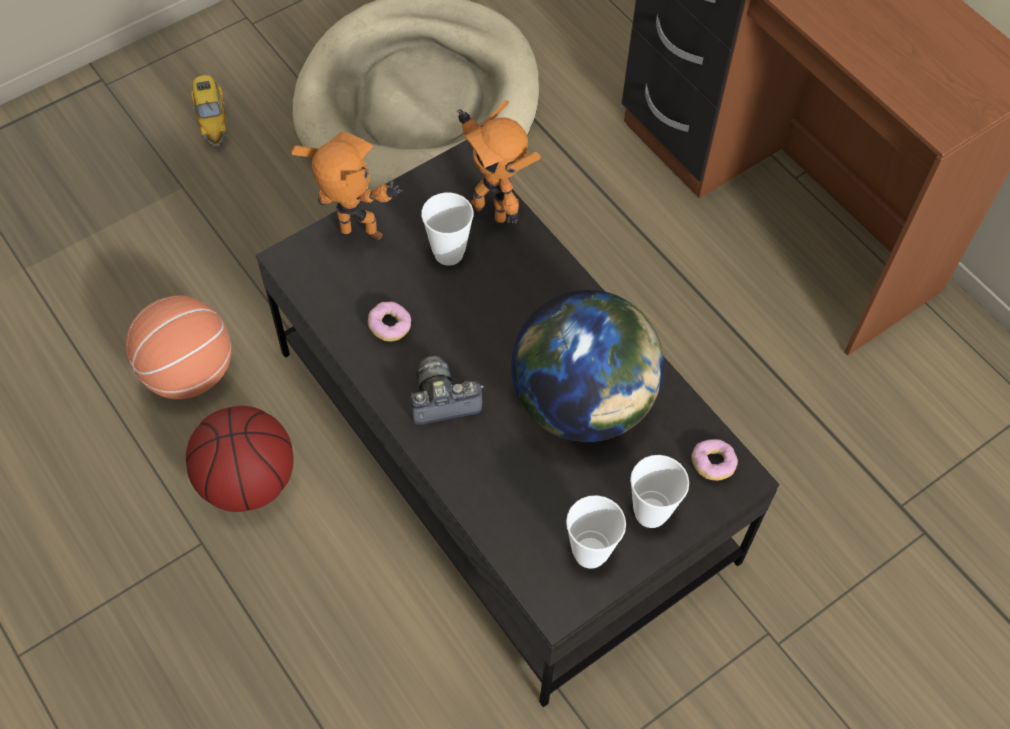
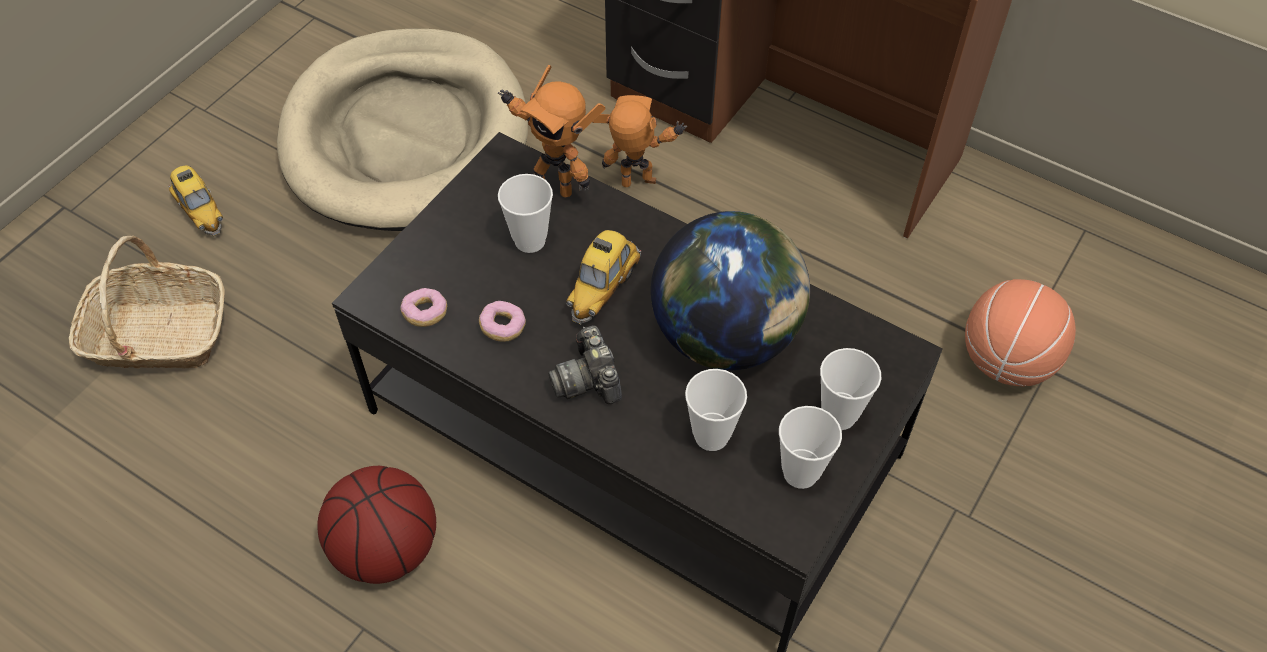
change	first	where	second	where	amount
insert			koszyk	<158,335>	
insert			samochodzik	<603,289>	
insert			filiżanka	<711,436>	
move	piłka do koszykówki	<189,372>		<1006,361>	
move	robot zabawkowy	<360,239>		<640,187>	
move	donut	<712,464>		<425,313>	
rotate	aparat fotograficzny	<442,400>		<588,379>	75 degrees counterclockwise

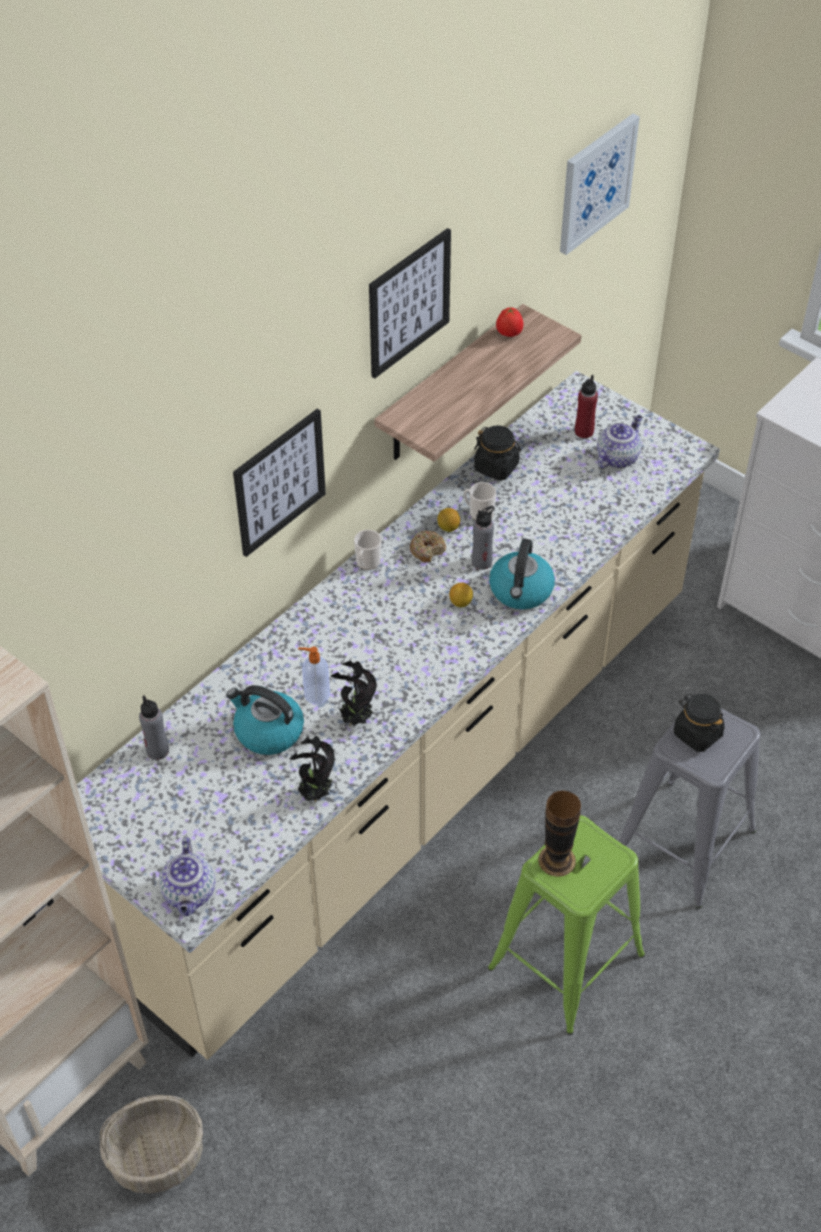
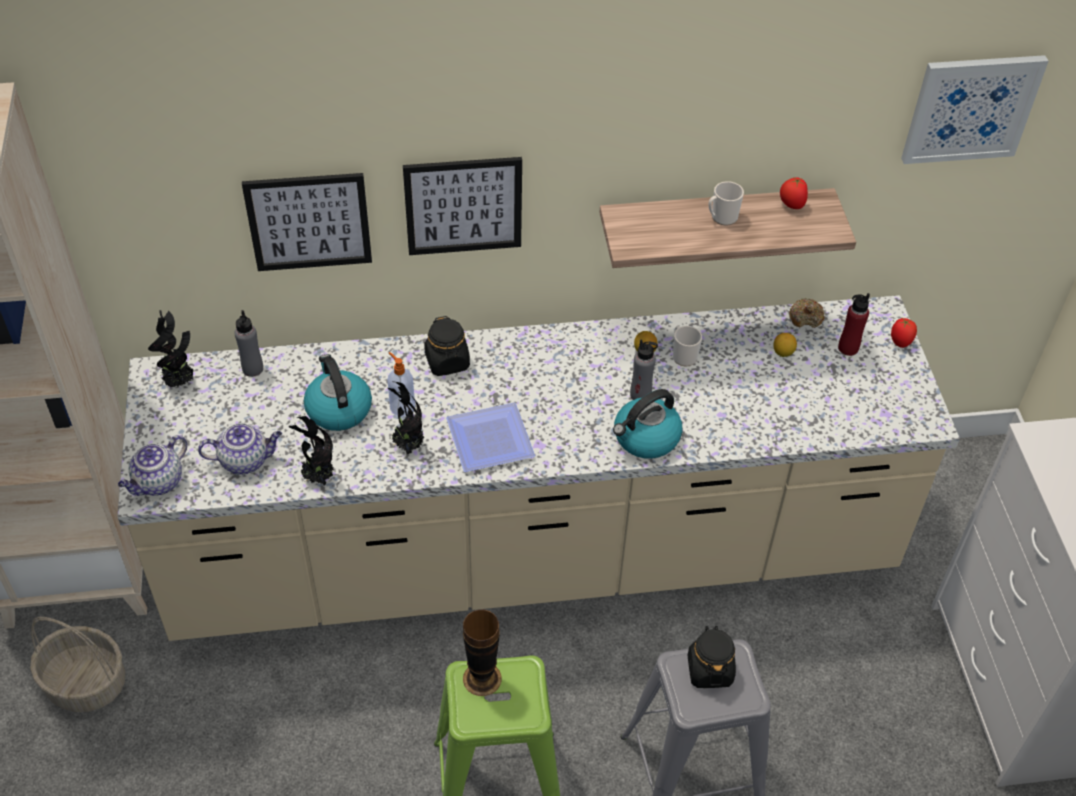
change	first	where	second	where	amount
insert			roślina doniczkowa	<180,382>	
insert			talerz	<488,442>	
insert			pomidor	<900,342>	
move	kubek	<367,563>		<721,217>	
move	obraz	<409,303>		<309,221>	
move	donut	<427,550>		<806,318>	
move	cytryna	<461,603>		<783,352>	
move	słoik (czarny)	<496,467>		<447,362>	
move	imbryk	<617,457>		<245,460>	

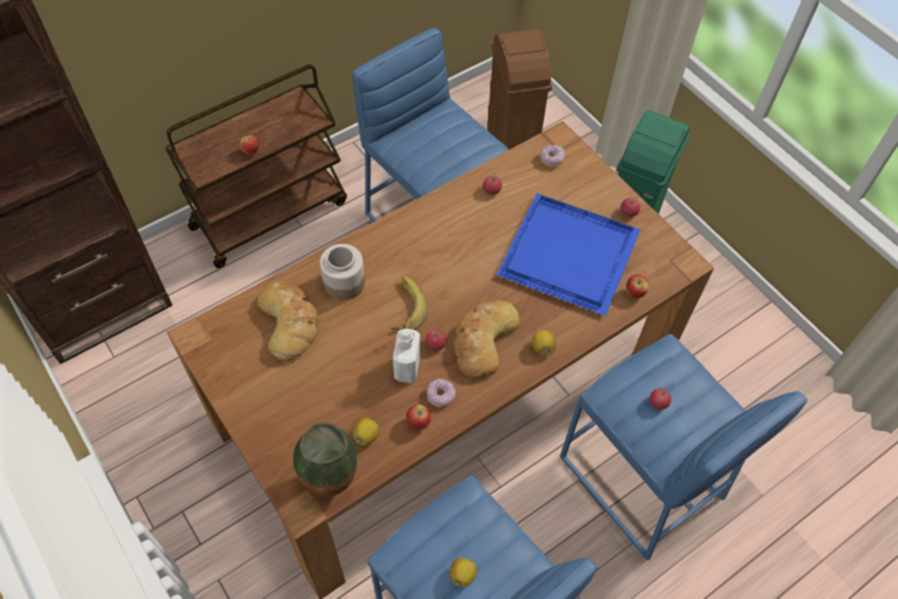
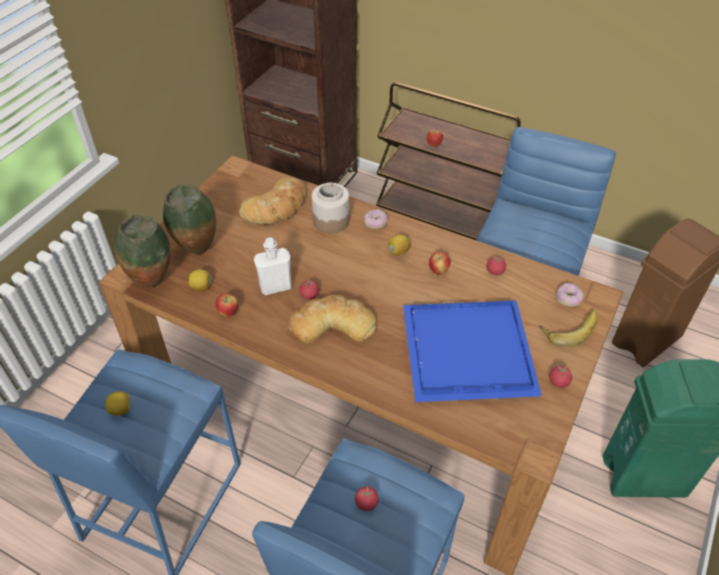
change	first	where	second	where	amount
insert			wazon	<198,252>	
move	banan	<405,307>		<569,328>	
move	donut	<441,395>		<375,223>	
move	cytryna	<542,348>		<398,251>	
move	jabłko	<634,293>		<438,271>	

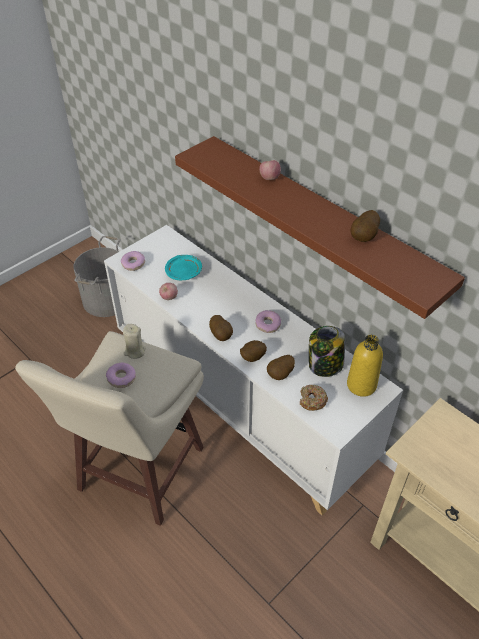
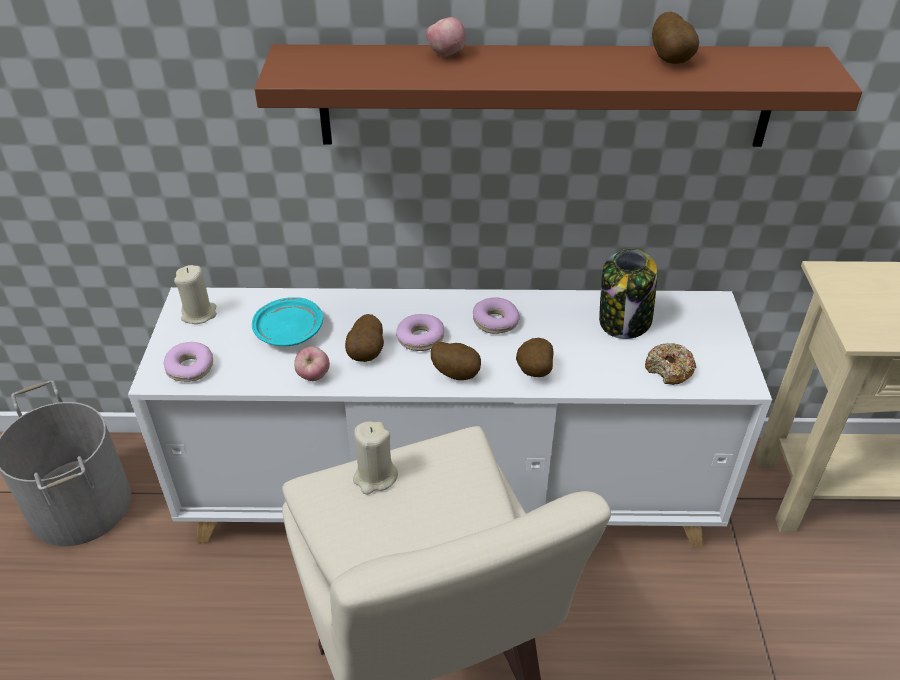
change	first	where	second	where	amount
delete	butelka (żółty)	<361,385>			
insert			świeca (beżowy)	<199,314>	
move	donut	<121,378>		<420,338>	
move	ziemniak	<280,375>		<367,354>	

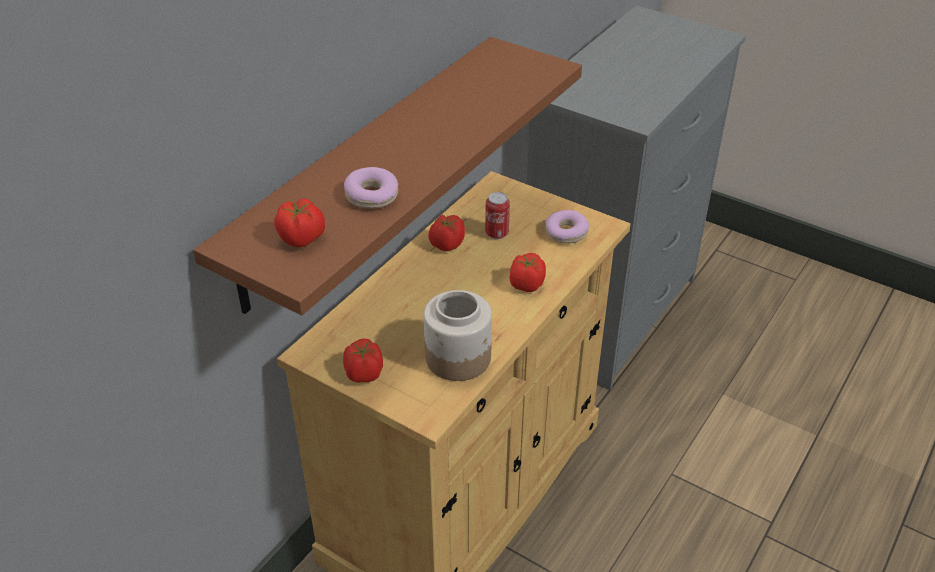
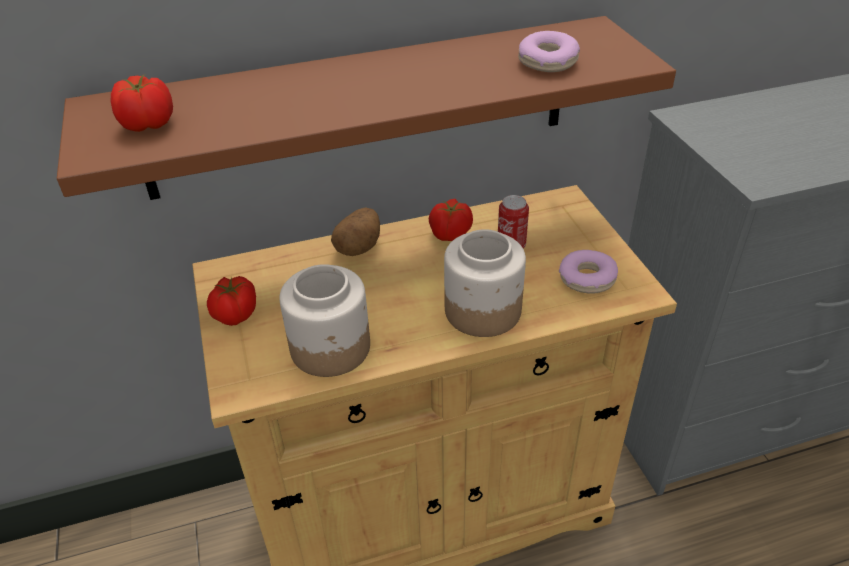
change	first	where	second	where	amount
insert			ziemniak	<358,247>	
move	donut	<371,196>		<547,62>	
replace	pomidor	<526,285>	słoik	<482,311>	

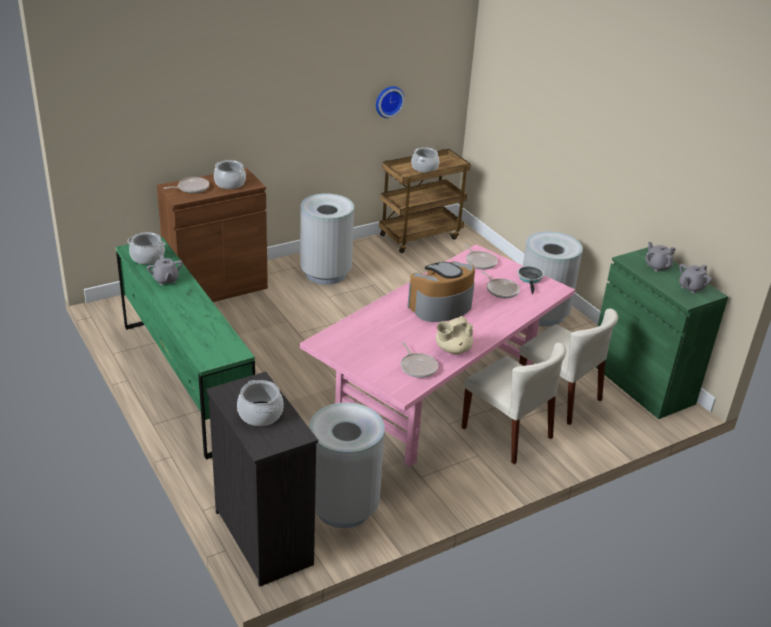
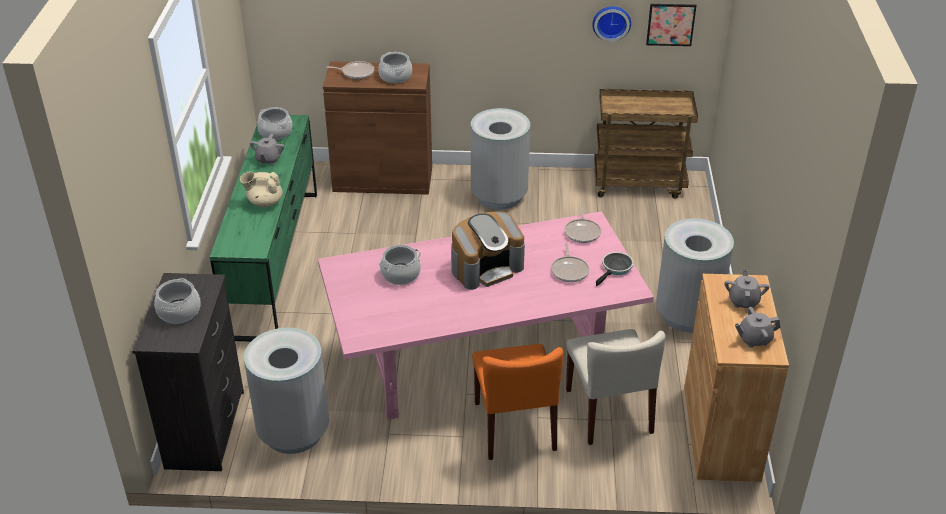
change	first	where	second	where	amount
delete	patelnia	<418,367>			
insert			obraz	<670,24>	
move	garnek	<424,168>		<400,274>	
move	imbryk (beżowy)	<452,349>		<264,202>	
recolor	krzesło (beżowy)	<507,433>	krzesło (pomarańczowy)	<515,426>	
recolor	szafka (zielony)	<641,383>	szafka (brązowy)	<721,433>	
rotate	ekspres do kawy	<440,306>		<486,267>	150 degrees clockwise

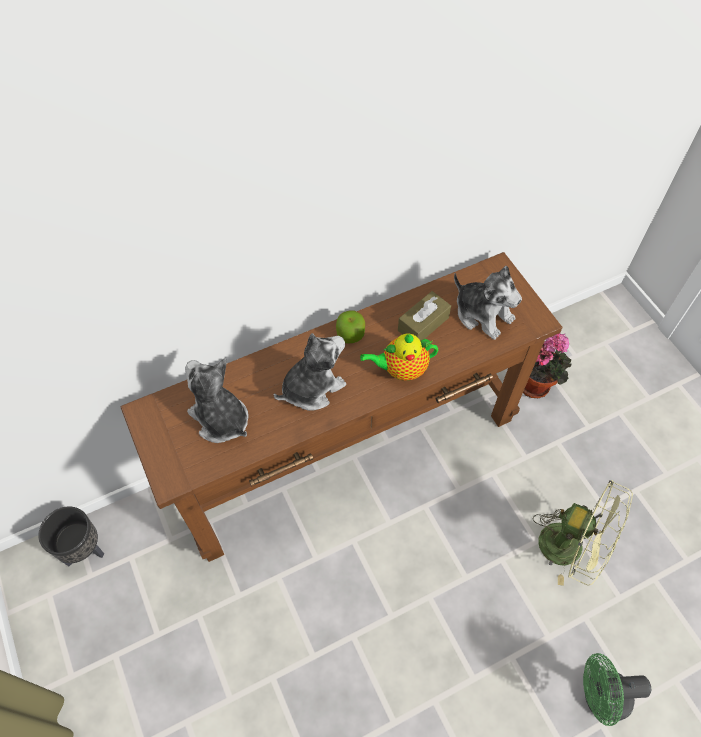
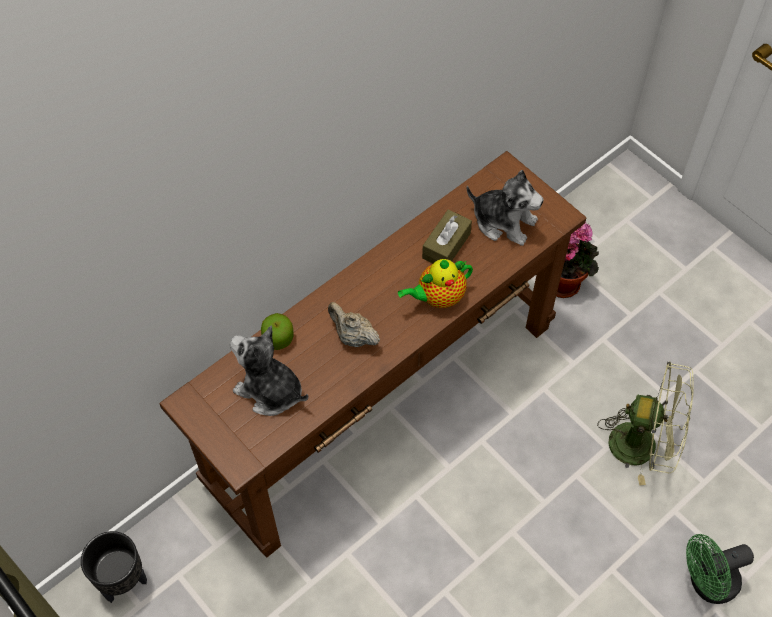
change	first	where	second	where	amount
move	jabłko	<350,334>		<278,339>	
replace	pluszak	<312,387>	imbryk (beżowy)	<353,337>	

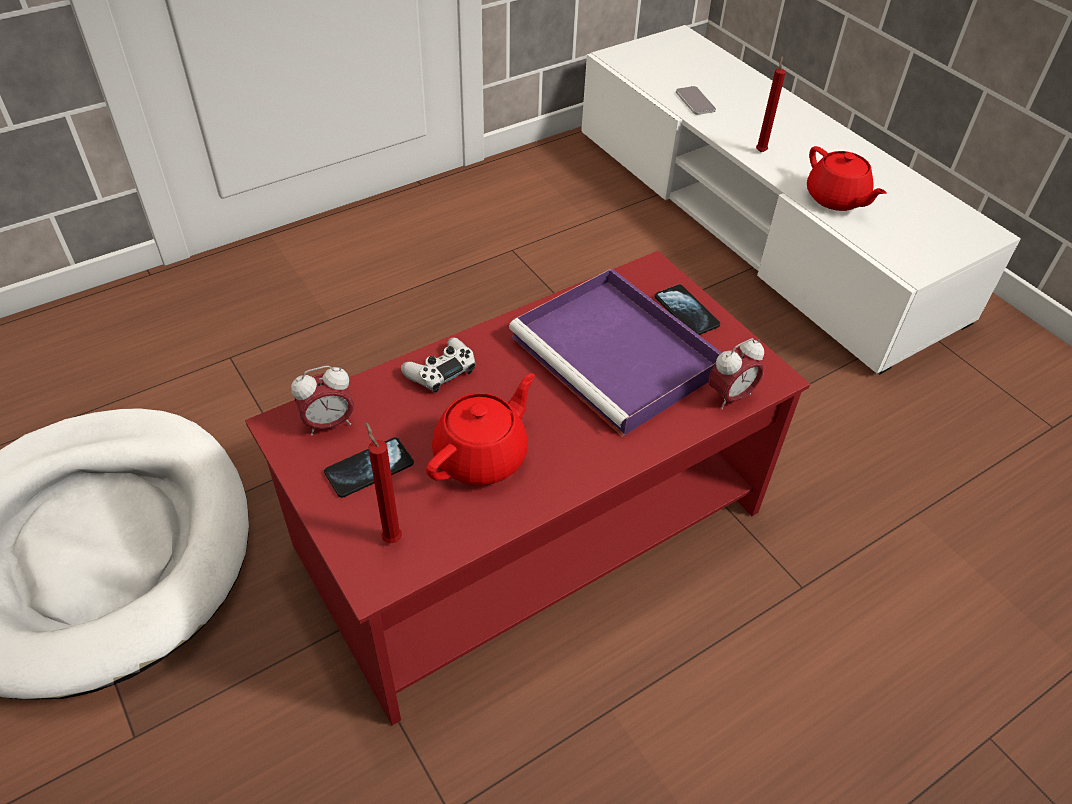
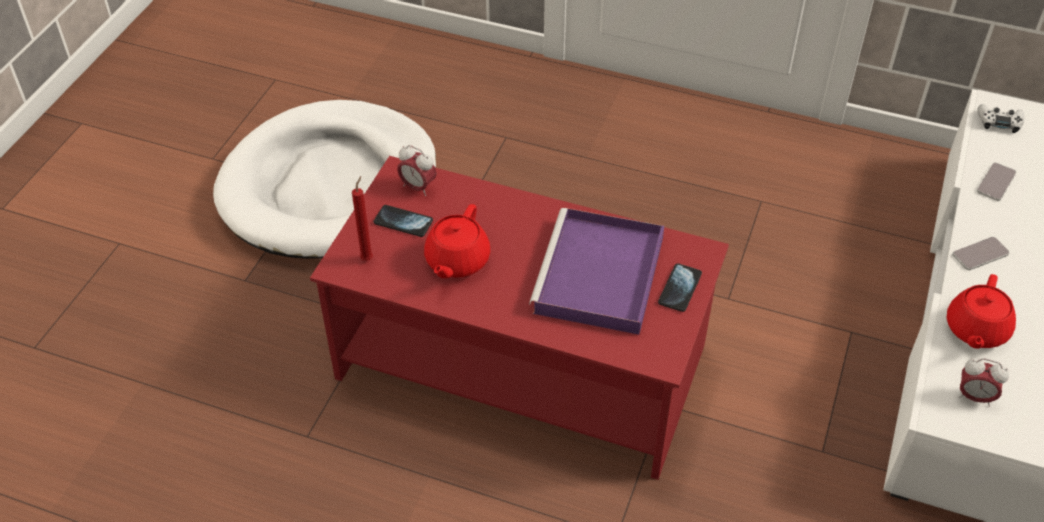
change	first	where	second	where	amount
move	pad do gier (biały)	<441,371>		<999,122>	
move	budzik	<730,396>		<974,397>	
replace	świeca (czerwony)	<761,151>	telefon	<980,254>	
rotate	imbryk (czerwony)	<482,456>		<456,261>	105 degrees clockwise

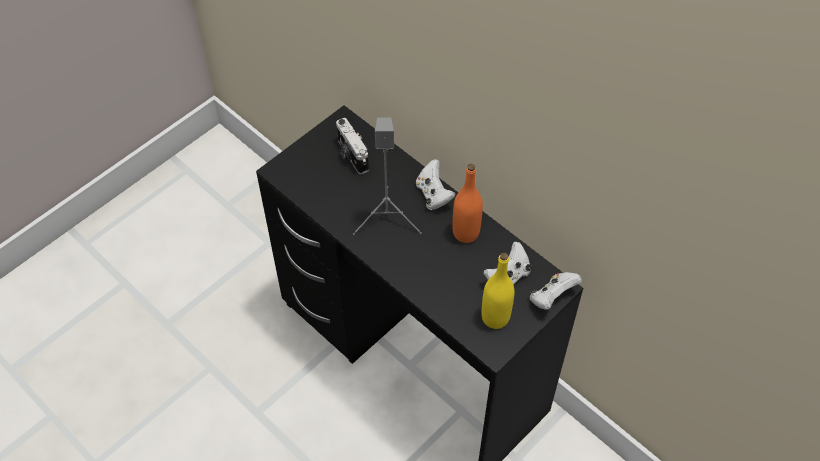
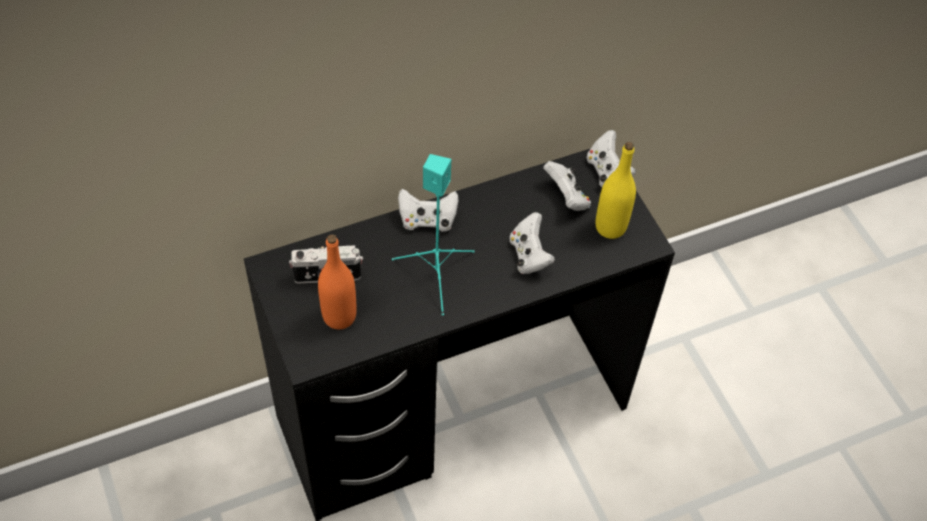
change	first	where	second	where	amount
insert			pad do gier (biały)	<529,255>	
move	butelka (pomarańczowy)	<466,233>		<339,316>	
recolor	głośnik (szary)	<388,218>	głośnik (turkusowy)	<437,273>	

